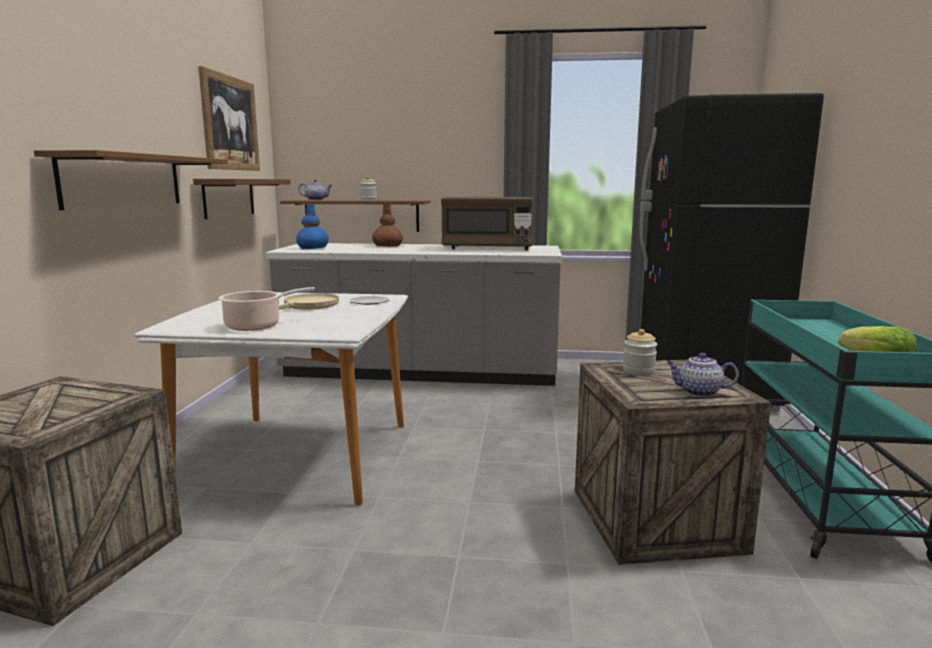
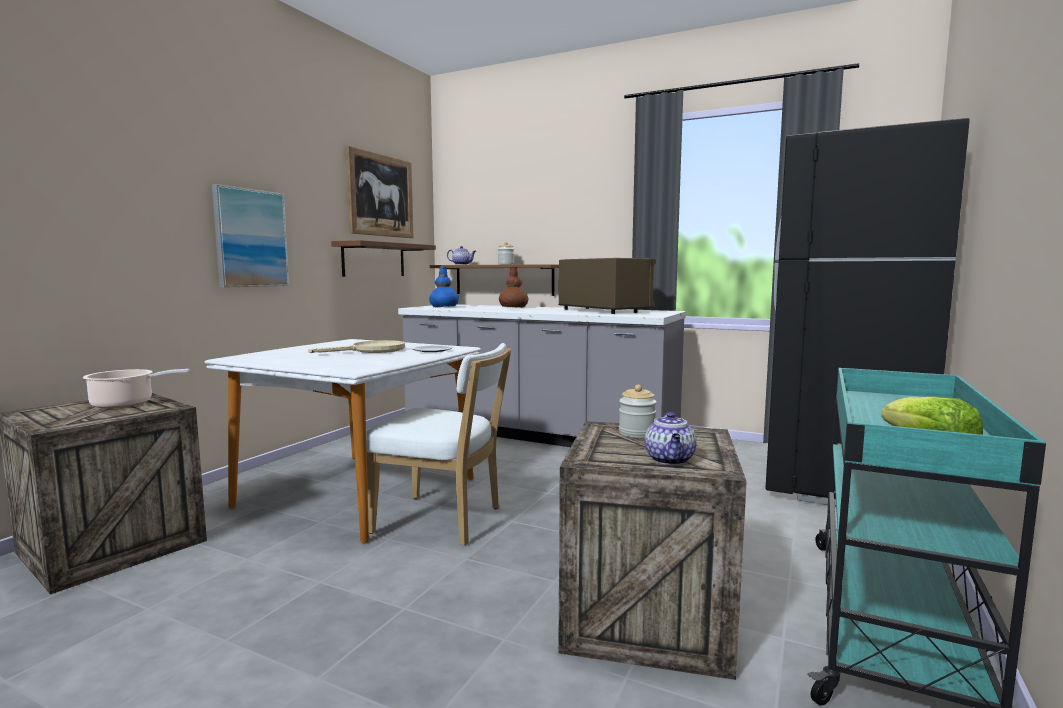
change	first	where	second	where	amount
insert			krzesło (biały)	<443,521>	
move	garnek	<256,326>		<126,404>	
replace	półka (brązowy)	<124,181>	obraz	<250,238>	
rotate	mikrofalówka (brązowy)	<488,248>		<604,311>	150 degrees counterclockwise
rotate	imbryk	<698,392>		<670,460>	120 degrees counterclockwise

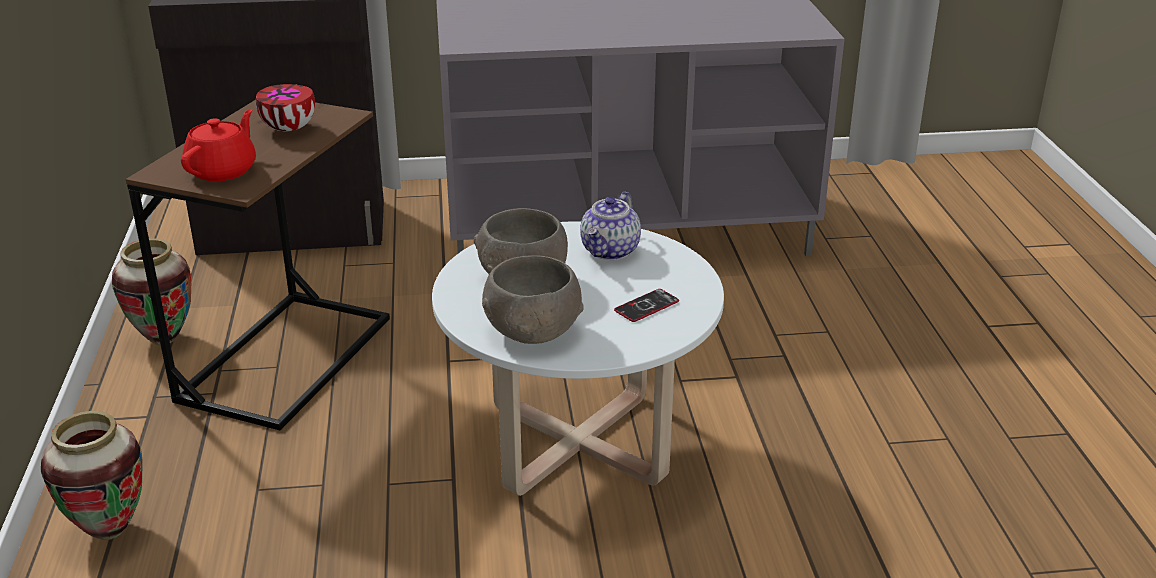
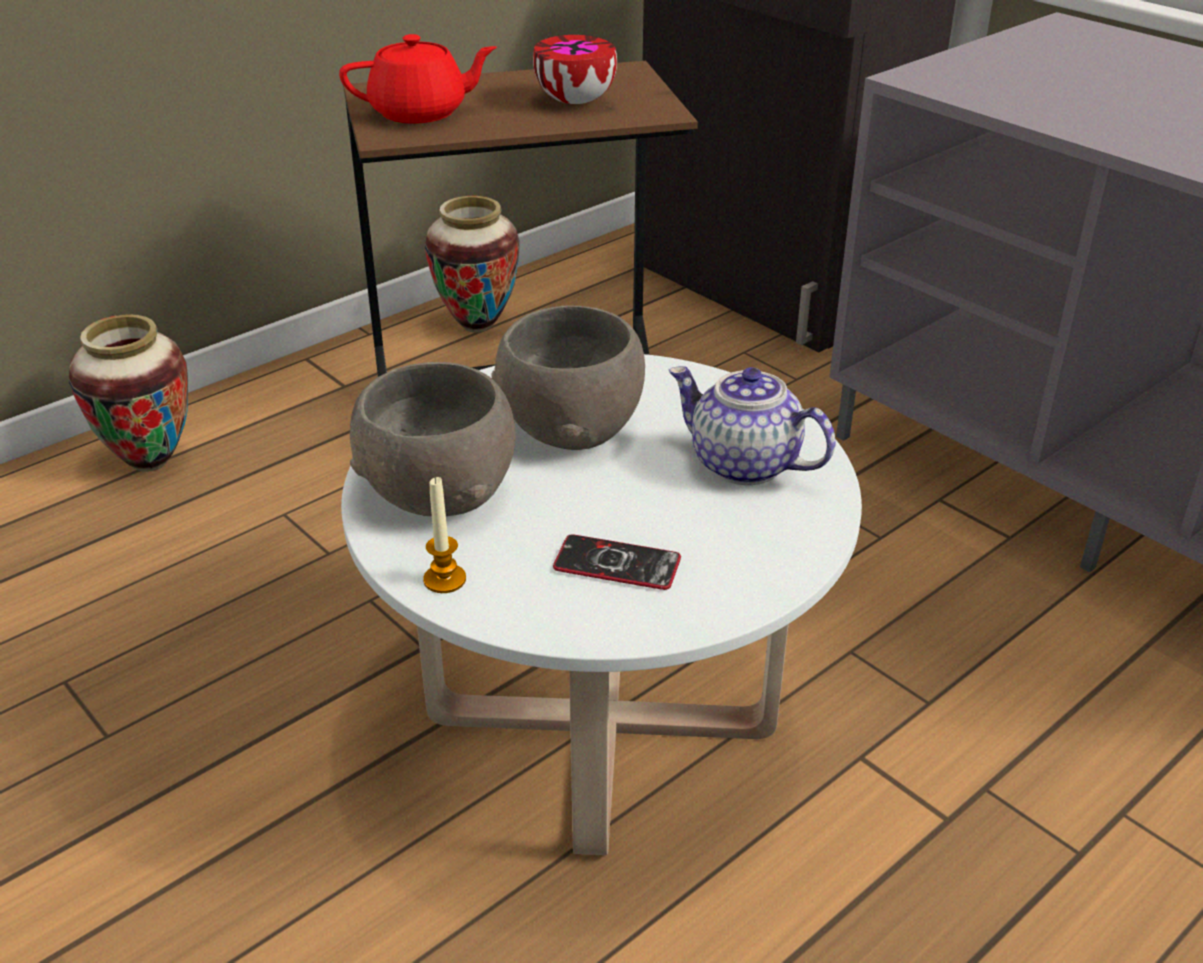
change	first	where	second	where	amount
insert			świeca	<444,579>	
rotate	imbryk	<611,251>		<743,464>	45 degrees clockwise

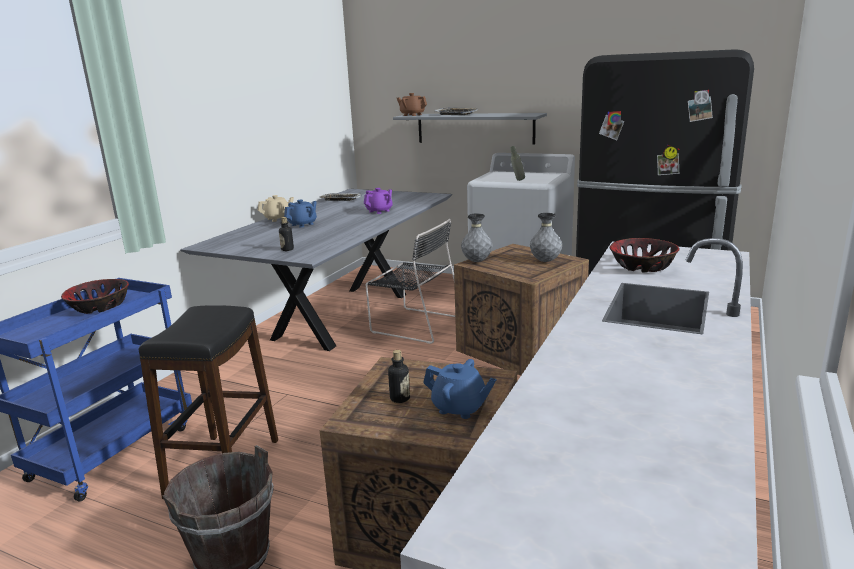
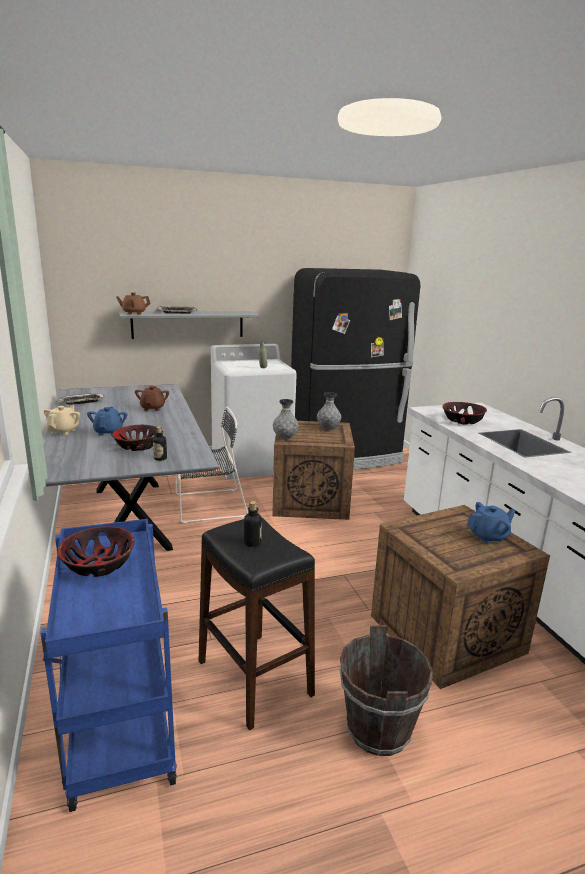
change	first	where	second	where	amount
insert			miska	<137,446>	
move	butelka	<400,398>		<252,543>	
recolor	imbryk (fioletowy)	<379,211>	imbryk (brązowy)	<153,408>	

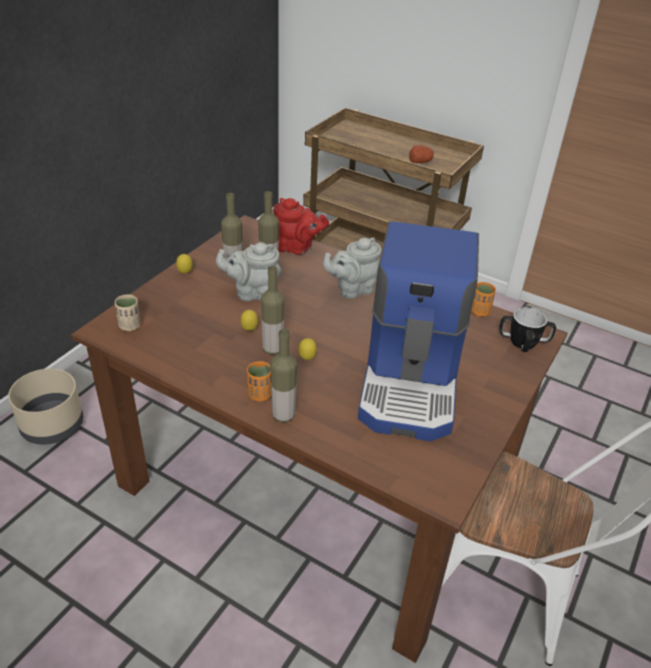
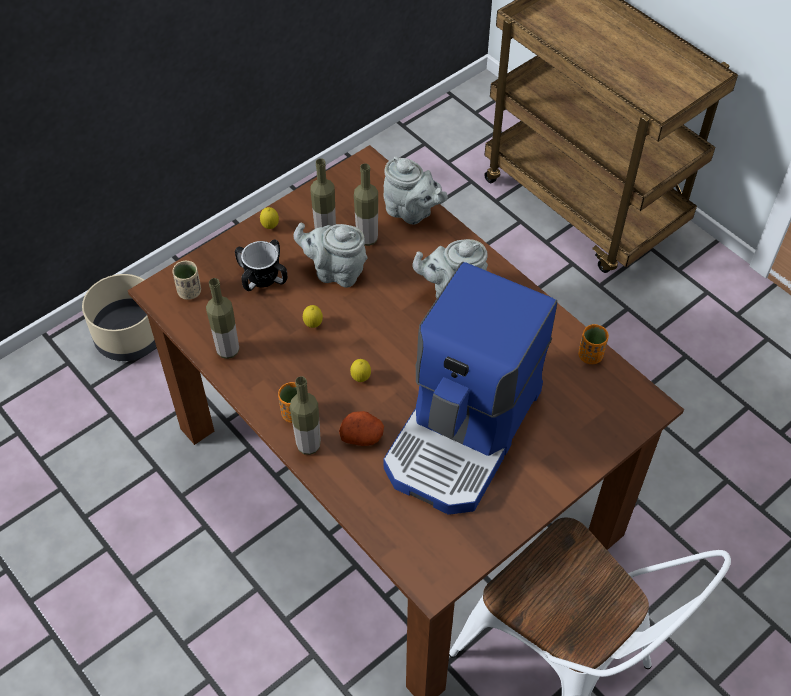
change	first	where	second	where	amount
move	butelka	<273,349>		<228,350>	
move	ziemniak	<420,161>		<362,435>	
move	kubek	<523,342>		<263,277>	
recolor	imbryk (czerwony)	<296,248>	imbryk (szary)	<411,212>	

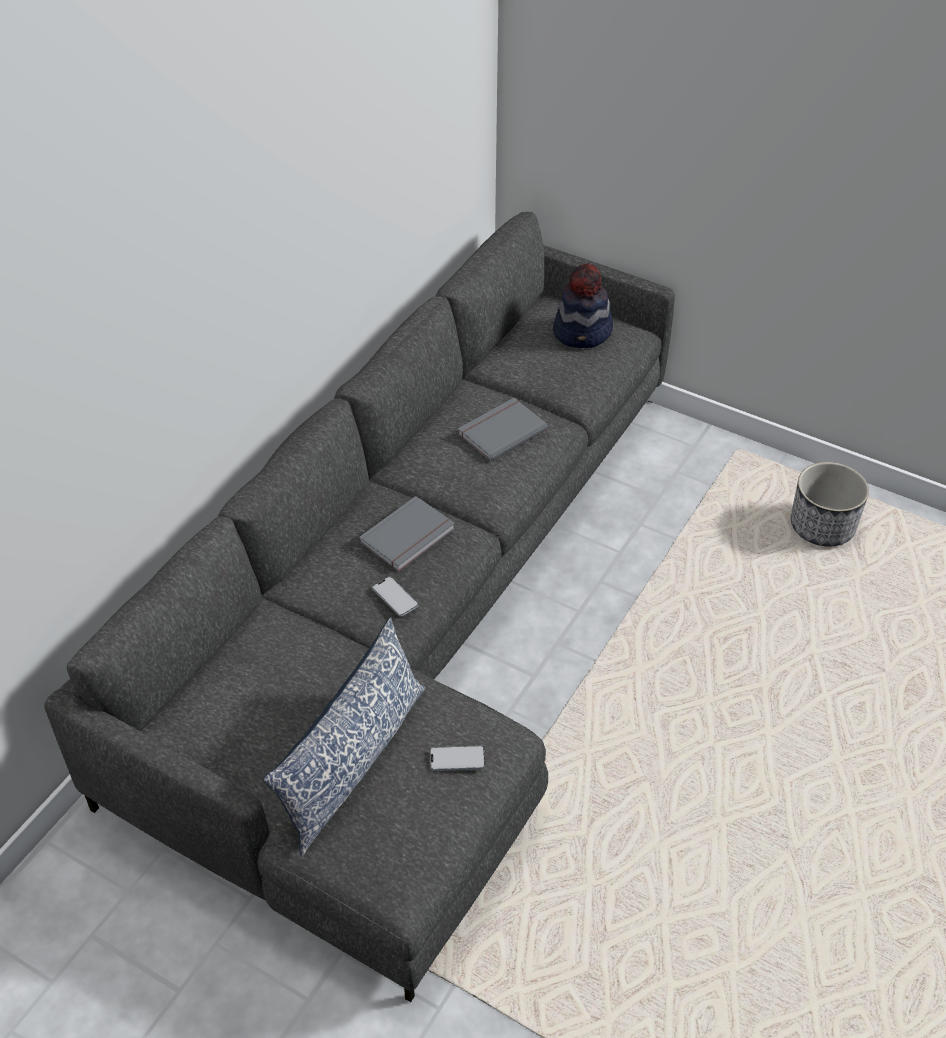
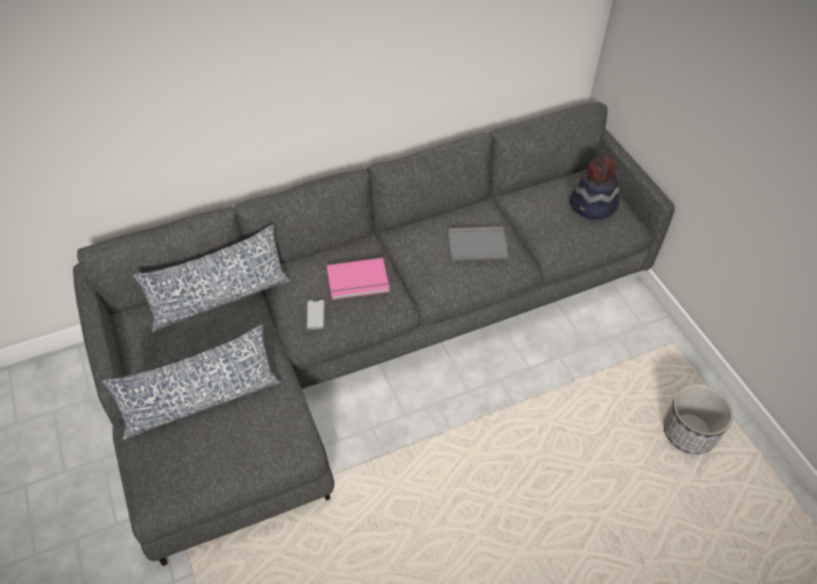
change	first	where	second	where	amount
delete	telefon	<457,759>			
insert			poduszka	<220,299>	
recolor	książka (szary)	<409,537>	książka (różowy)	<358,282>	

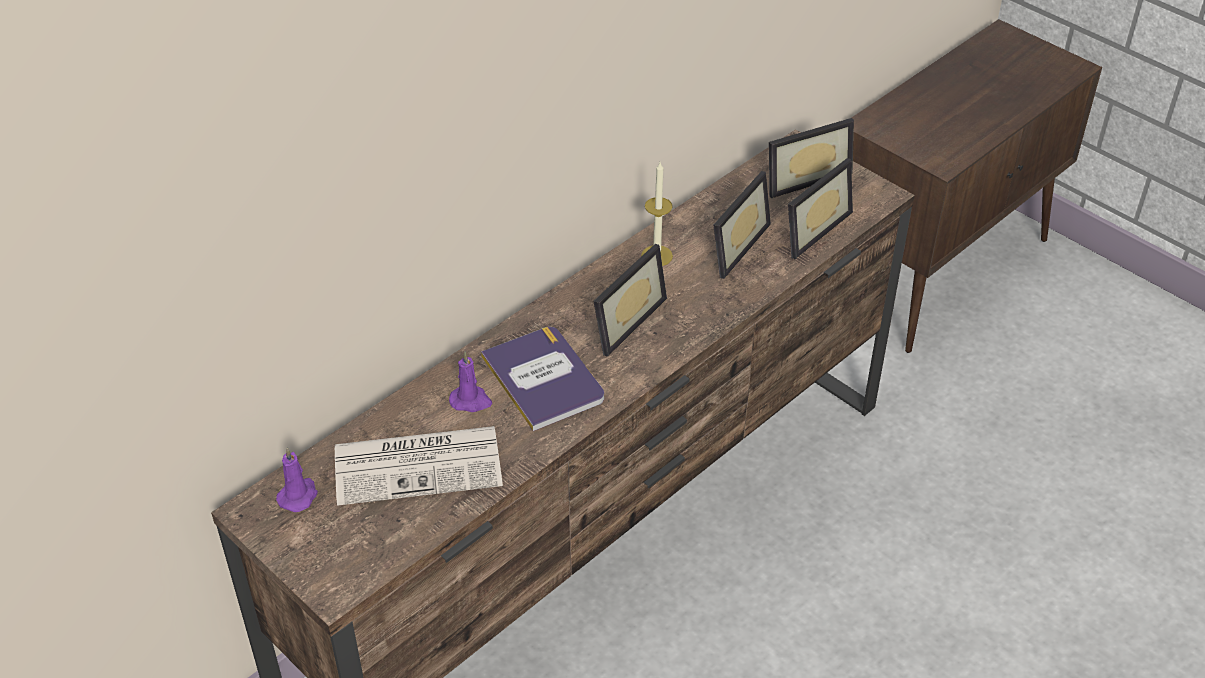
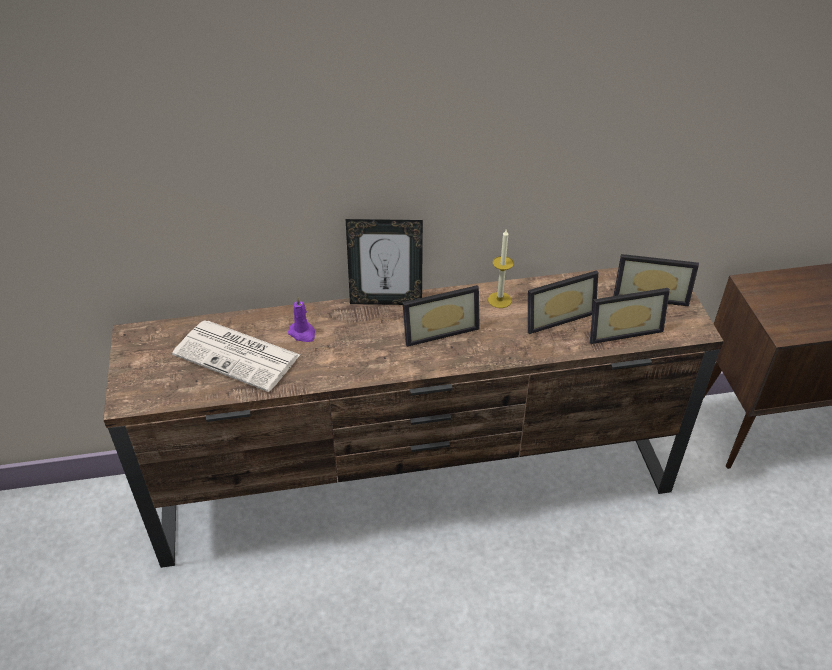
change	first	where	second	where	amount
delete	świeca (fioletowy)	<299,495>			
delete	książka	<543,378>			
insert			ramka na zdjęcie	<386,300>	

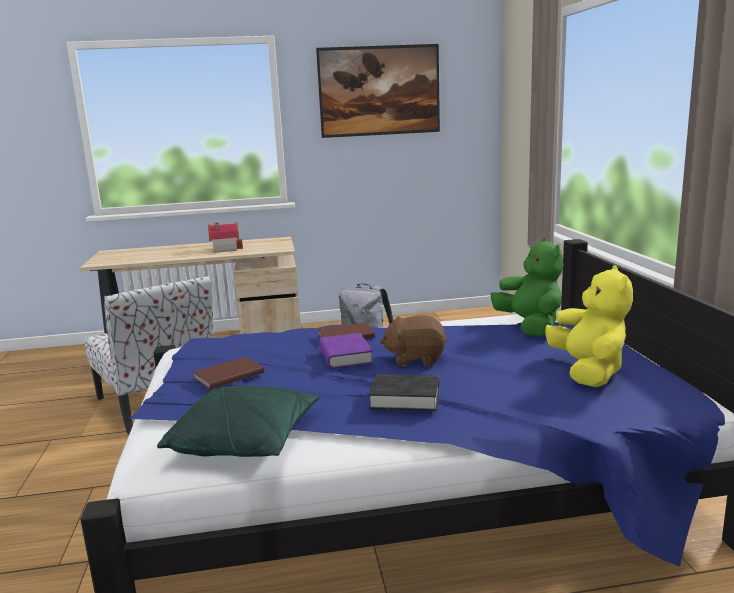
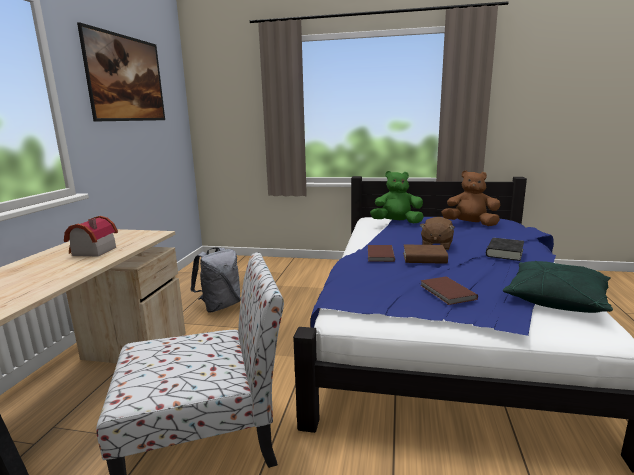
change	first	where	second	where	amount
recolor	książka (fioletowy)	<345,356>	książka (brązowy)	<424,258>	
recolor	pluszak (żółty)	<588,372>	pluszak (brązowy)	<470,224>	

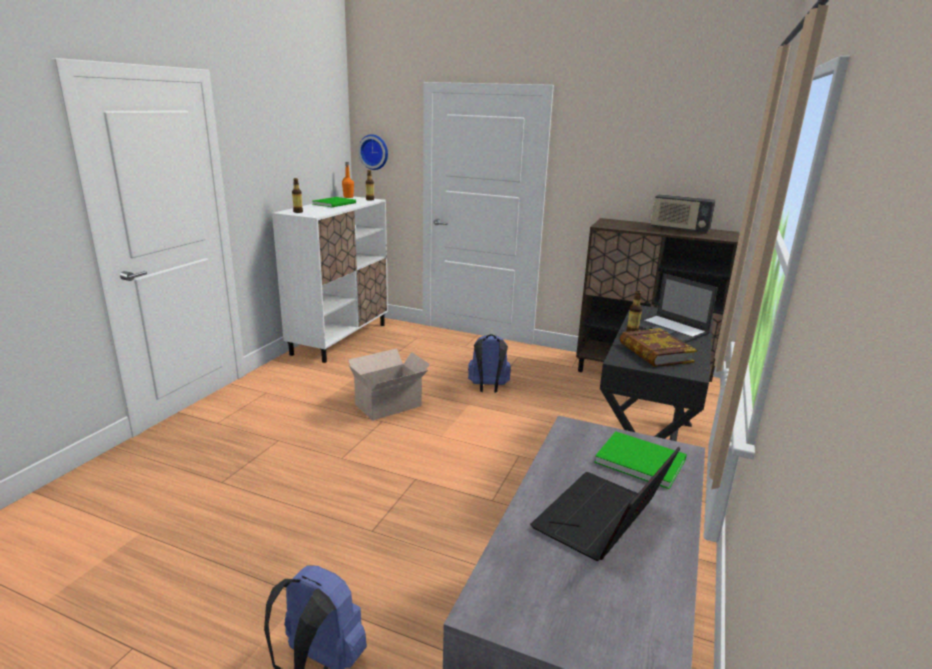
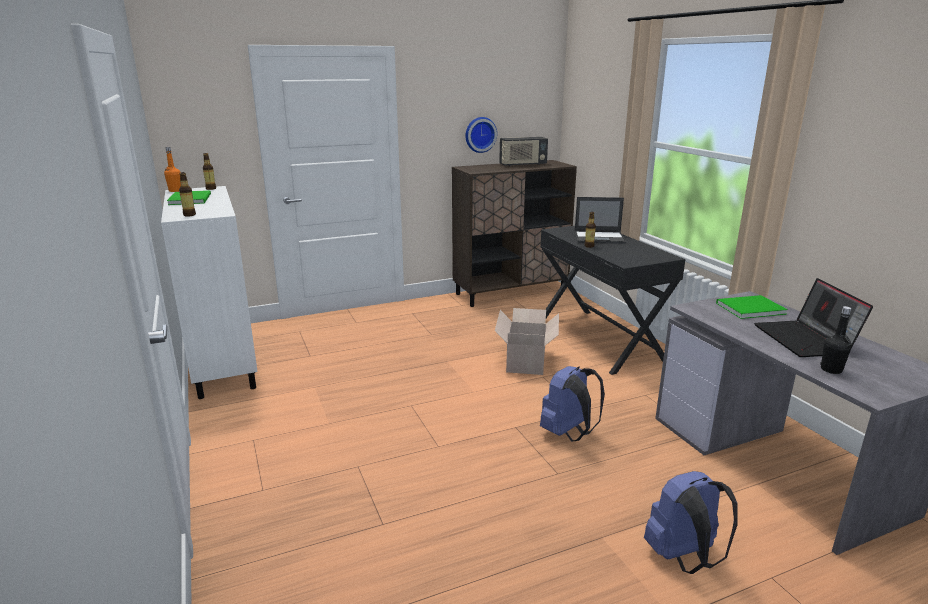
change	first	where	second	where	amount
delete	książka	<655,353>			
insert			butelka (czarny)	<831,370>	
move	karton	<390,405>		<526,360>	
move	zegar ścienny	<374,152>		<480,134>	
move	plecak (niebieski)	<488,388>		<568,433>	

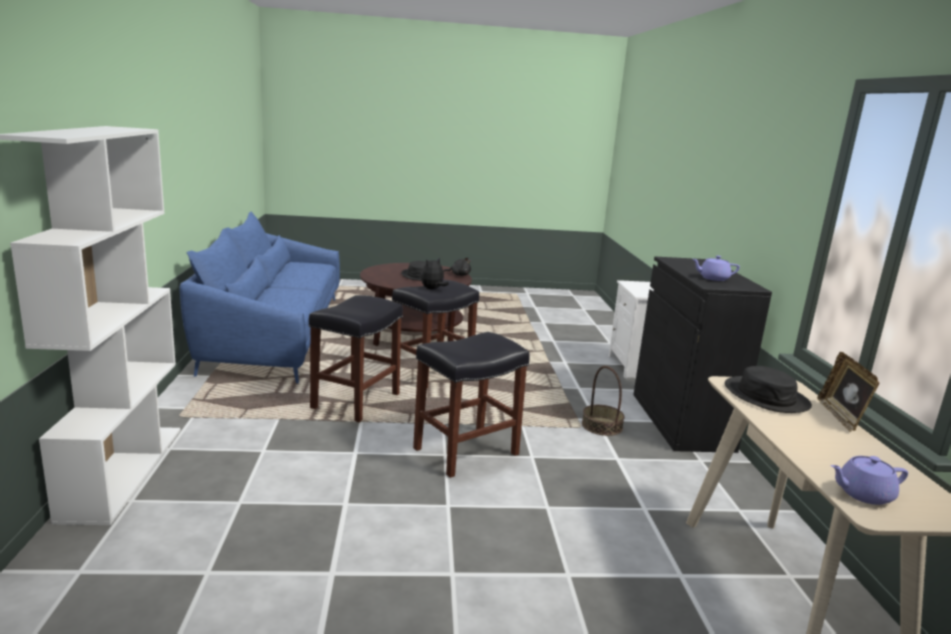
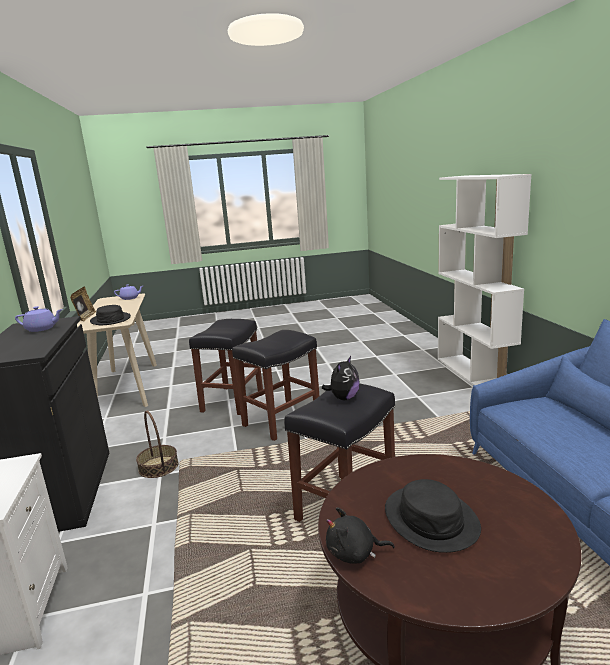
change	first	where	second	where	amount
move	stołek (czarny)	<356,401>		<232,401>	

